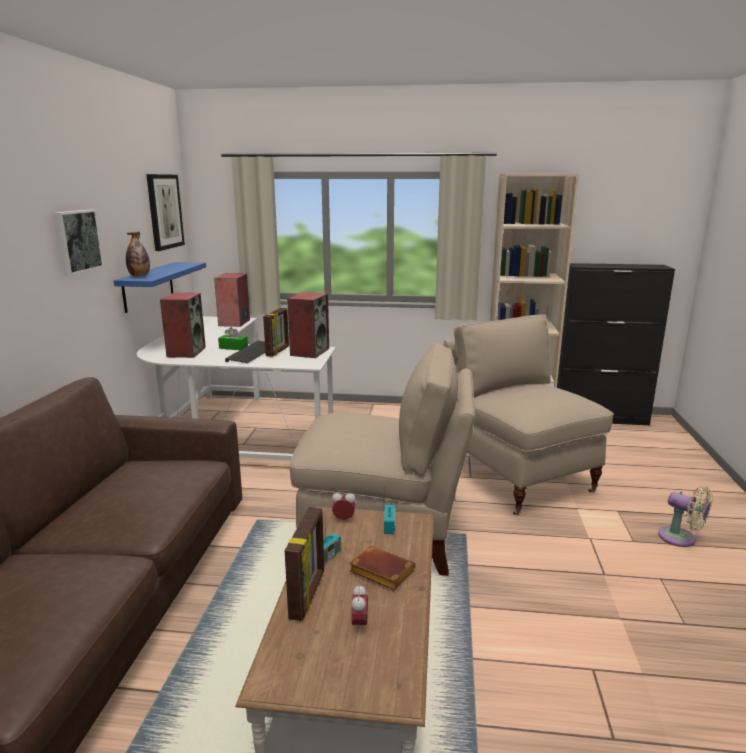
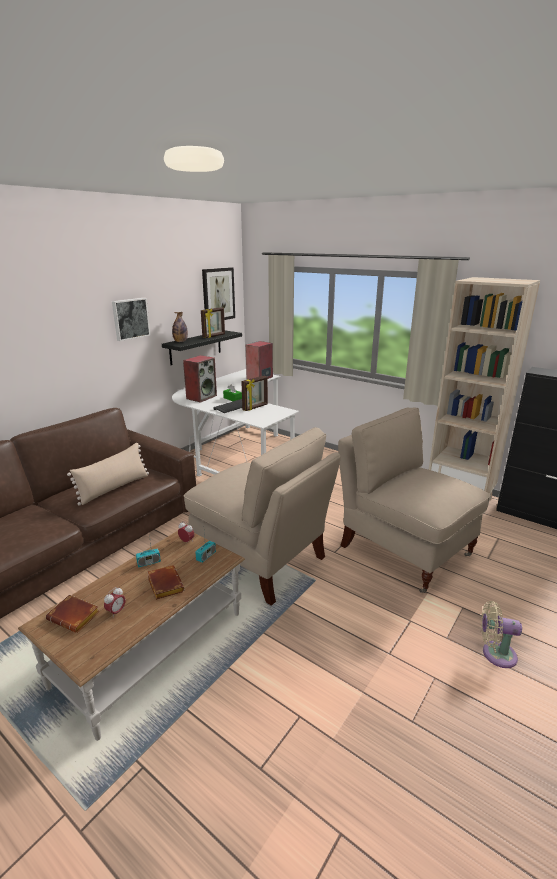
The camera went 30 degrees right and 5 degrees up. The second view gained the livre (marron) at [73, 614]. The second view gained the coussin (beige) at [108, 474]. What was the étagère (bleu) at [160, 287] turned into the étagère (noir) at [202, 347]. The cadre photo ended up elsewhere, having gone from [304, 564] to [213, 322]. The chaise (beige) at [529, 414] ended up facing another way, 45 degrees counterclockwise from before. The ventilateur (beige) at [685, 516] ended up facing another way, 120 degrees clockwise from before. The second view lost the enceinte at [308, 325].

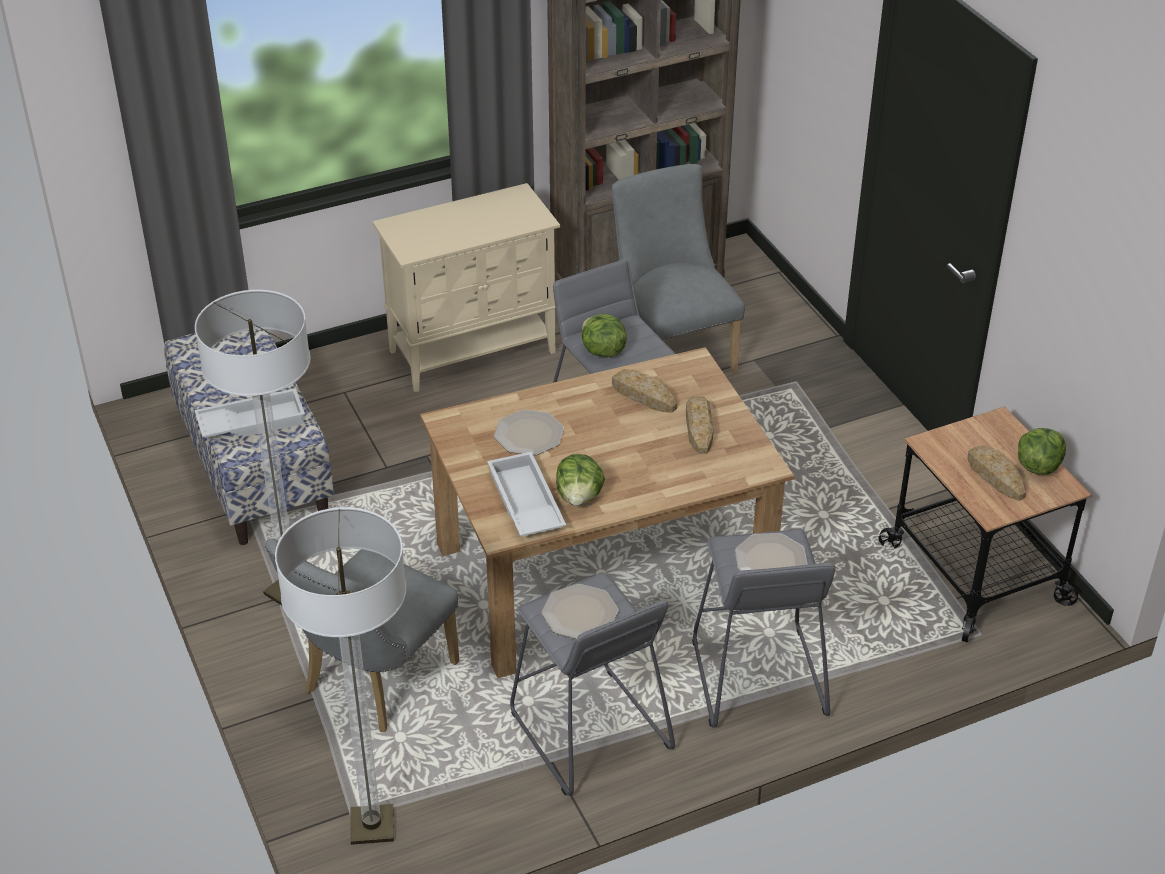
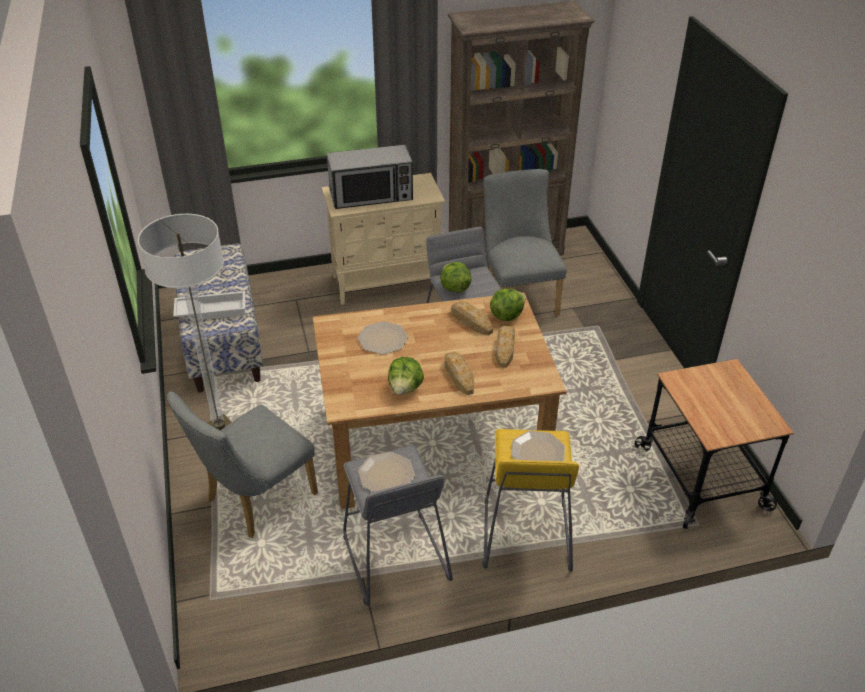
The camera went 10 degrees right and 0 degrees up. The second view gained the micro-ondes at [370, 177]. The pain ended up elsewhere, having gone from [996, 473] to [459, 373]. What was the tabouret (gris) at [763, 628] turned into the tabouret (jaune) at [531, 500]. The laitue ended up elsewhere, having gone from [1042, 451] to [507, 305]. The second view lost the lampadaire at [341, 676]. The second view lost the plateau (blanc) at [526, 494].

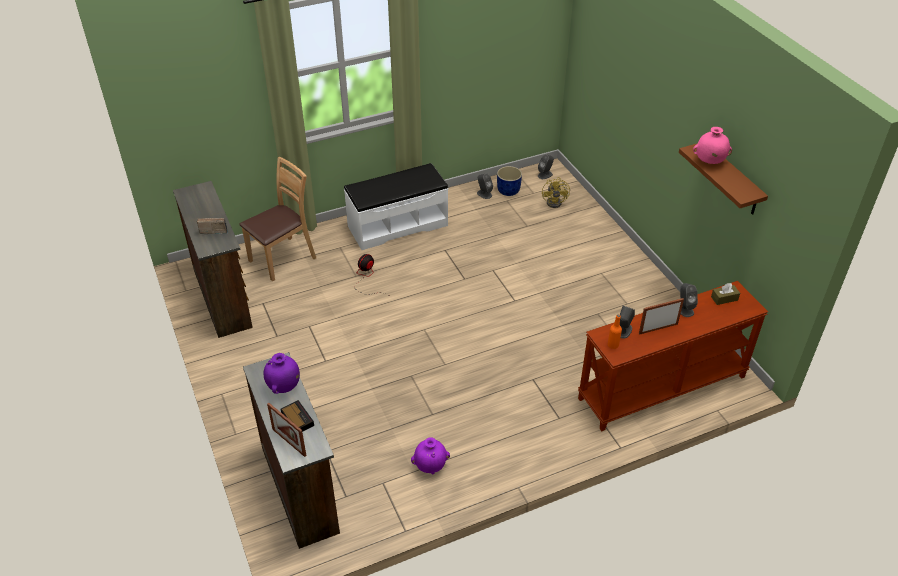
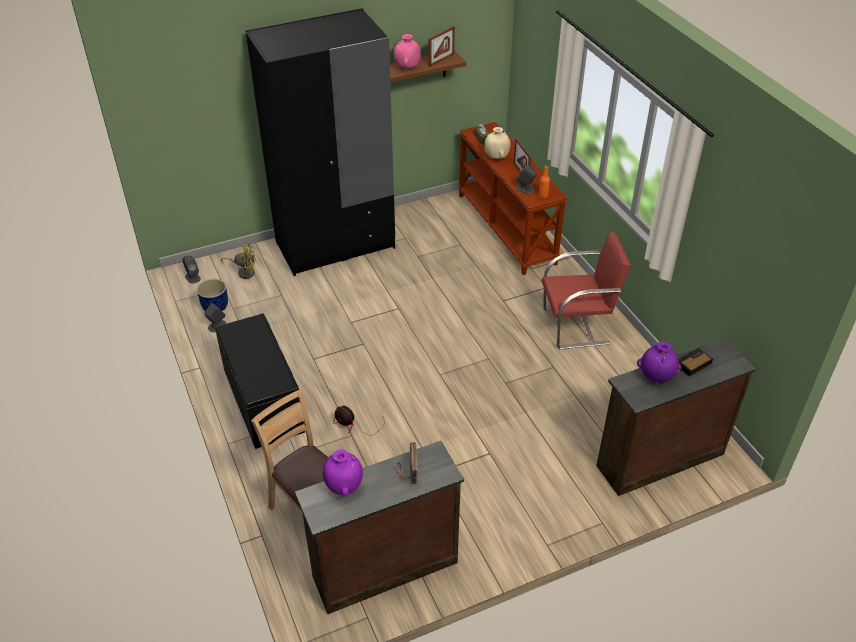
The camera went 90 degrees left and 0 degrees up. What was the banc (blanc) at [396, 206] turned into the banc (noir) at [260, 381]. The second view gained the armoire (noir) at [320, 142]. The vase (violet) ended up elsewhere, having gone from [430, 455] to [343, 473]. The cadre photo ended up elsewhere, having gone from [286, 430] to [442, 46]. Where the enceinte (gris) stood at [689, 300], the vase (beige) came to stand at [497, 143]. The second view gained the chaise (rouge) at [586, 290].

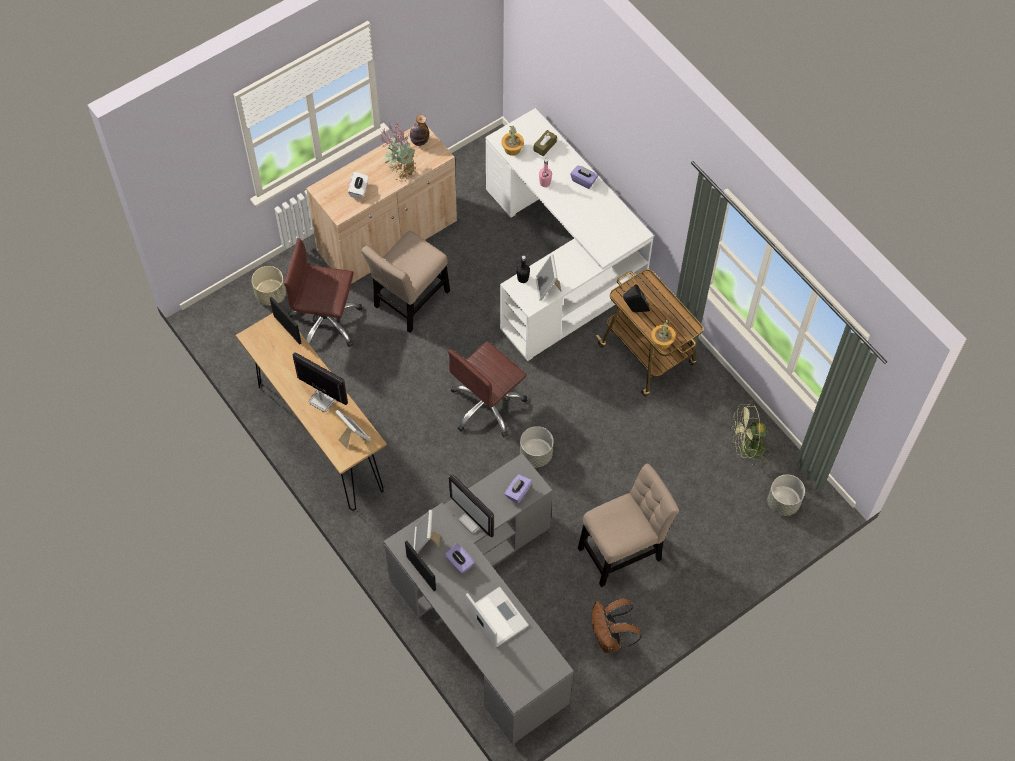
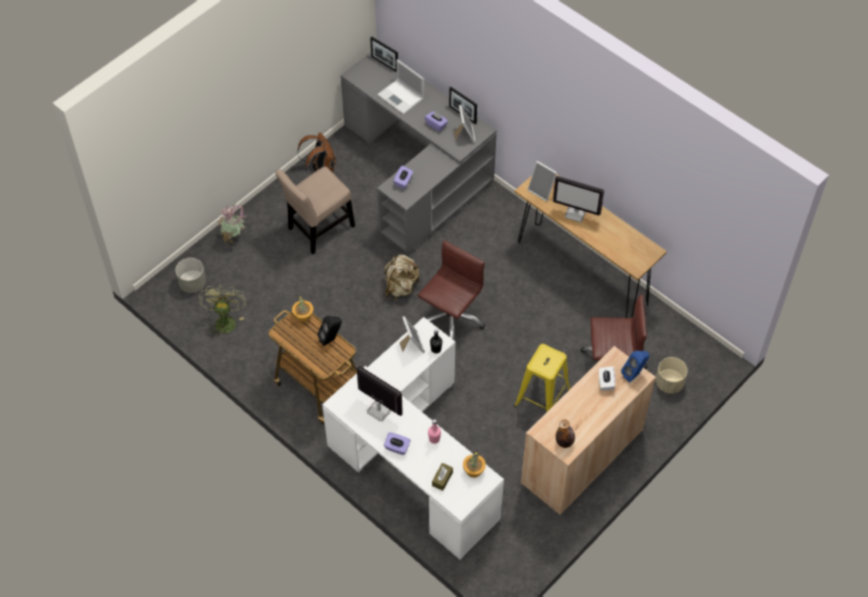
The camera went 170 degrees right and 5 degrees down. The ventilateur (vert) at [752, 435] ended up facing another way, 75 degrees counterclockwise from before. The plante en pot ended up elsewhere, having gone from [397, 151] to [232, 224]. The écran d'ordinateur ended up elsewhere, having gone from [471, 505] to [379, 393]. The cadre photo ended up elsewhere, having gone from [285, 321] to [384, 54]. Where the cache-pot (gris) stood at [536, 446], the sac à dos (beige) came to stand at [402, 277]. Where the chaise (beige) stood at [405, 282], the tabouret (jaune) came to stand at [542, 377]. The second view gained the enceinte (bleu) at [635, 367].

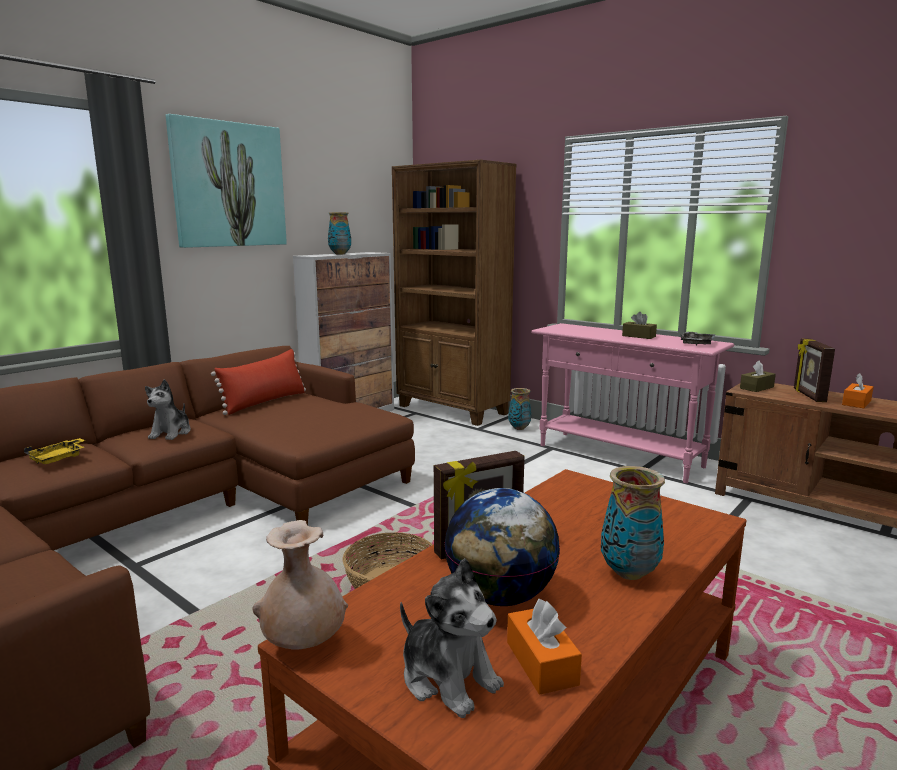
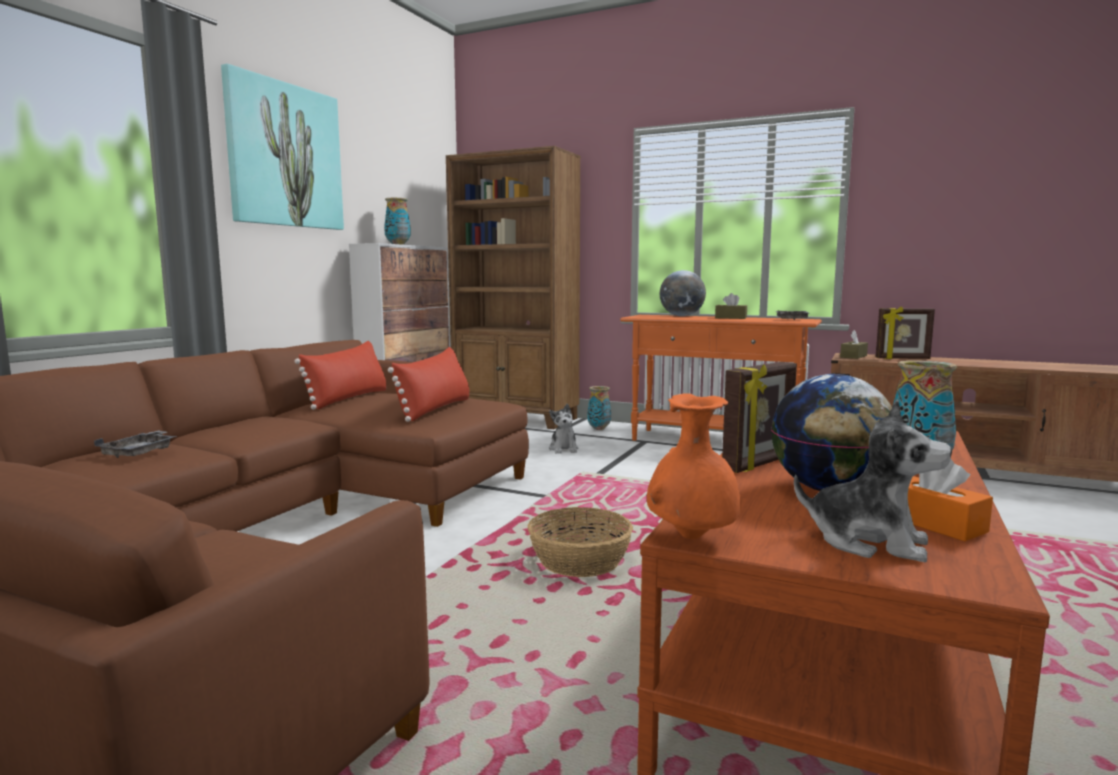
The camera went 15 degrees left and 5 degrees down. What was the plateau (jaune) at [54, 451] turned into the plateau (gris) at [135, 444]. The second view gained the coussin (rouge) at [428, 384]. The peluche ended up elsewhere, having gone from [168, 409] to [564, 429]. What was the table console (rose) at [632, 403] turned into the table console (orange) at [721, 378]. What was the vase (beige) at [300, 585] turned into the vase (orange) at [694, 466]. The second view gained the globe at [683, 293]. The cadre photo at [814, 370] ended up facing another way, 75 degrees counterclockwise from before. The second view lost the boîte à mouchoirs (orange) at [858, 390].

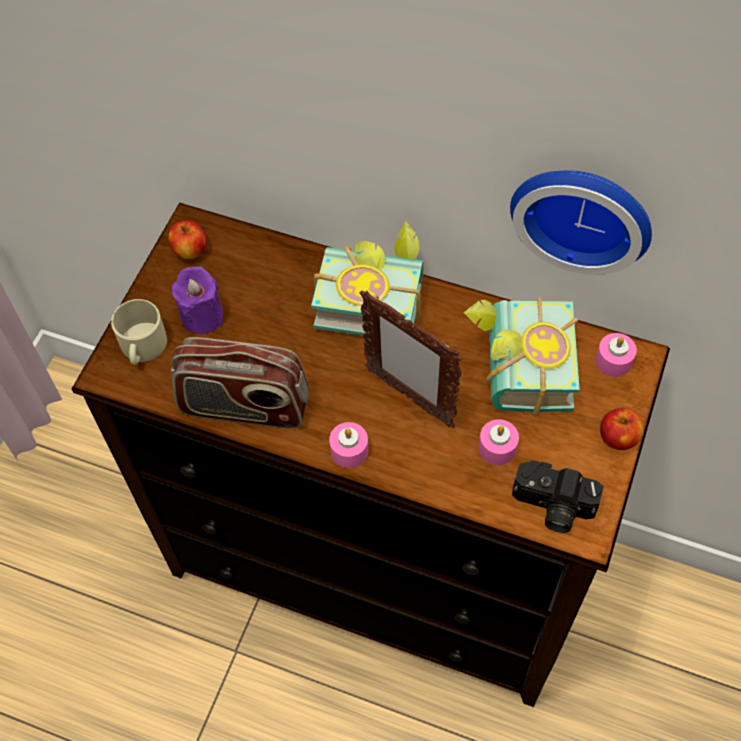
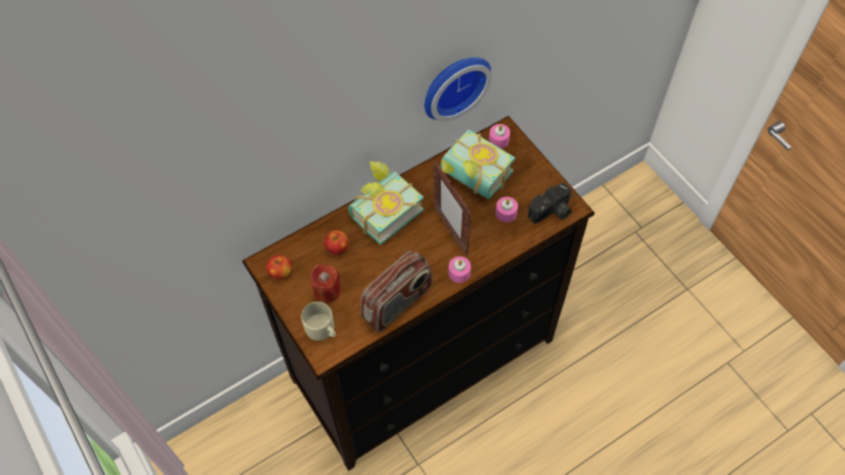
The camera went 55 degrees left and 0 degrees up. What was the bougie (violet) at [197, 300] turned into the bougie (rouge) at [325, 283]. The pomme ended up elsewhere, having gone from [621, 429] to [336, 242]. The cadre photo at [411, 359] ended up facing another way, 75 degrees clockwise from before.

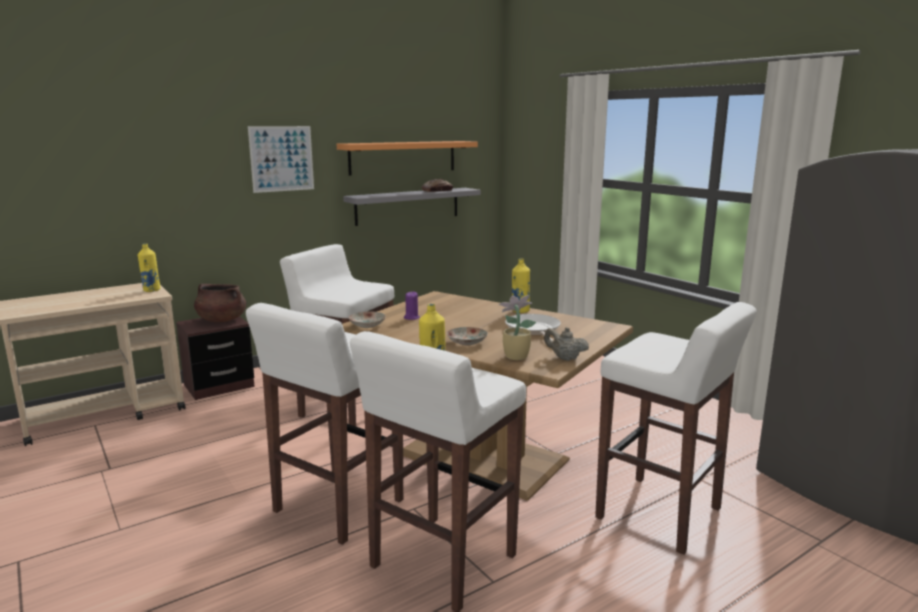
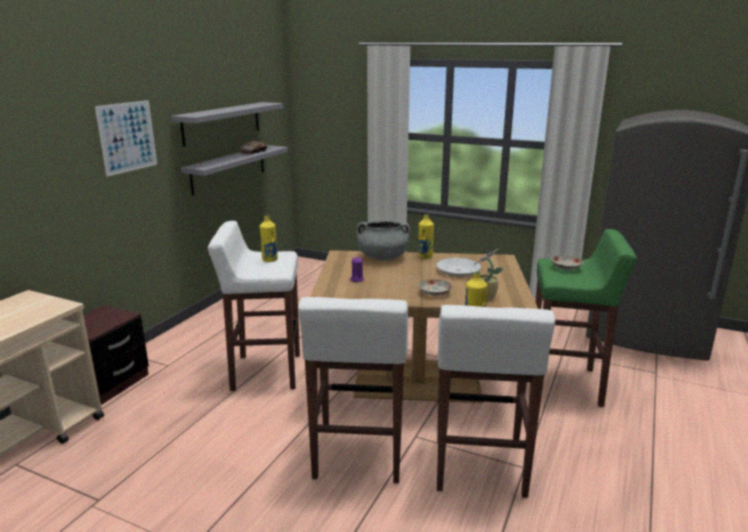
The camera went 30 degrees left and 5 degrees up. What was the étagère (orange) at [407, 158] turned into the étagère (gris) at [227, 124]. The bouteille (jaune) ended up elsewhere, having gone from [149, 267] to [268, 239]. The second view gained the marmite (gris) at [383, 240]. What was the tabouret (blanc) at [676, 428] turned into the tabouret (vert) at [586, 318]. The assiette ended up elsewhere, having gone from [367, 319] to [567, 262]. The second view lost the marmite (marron) at [220, 303]. The second view lost the théière (beige) at [566, 344].

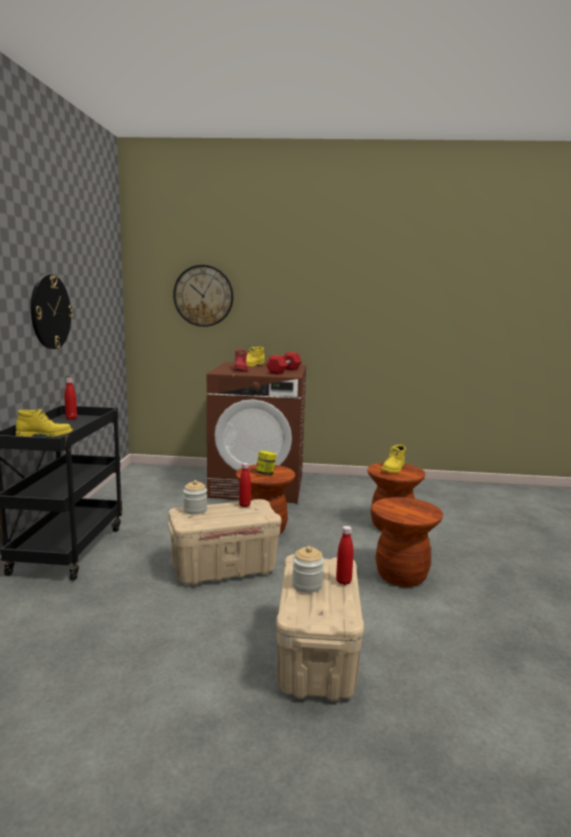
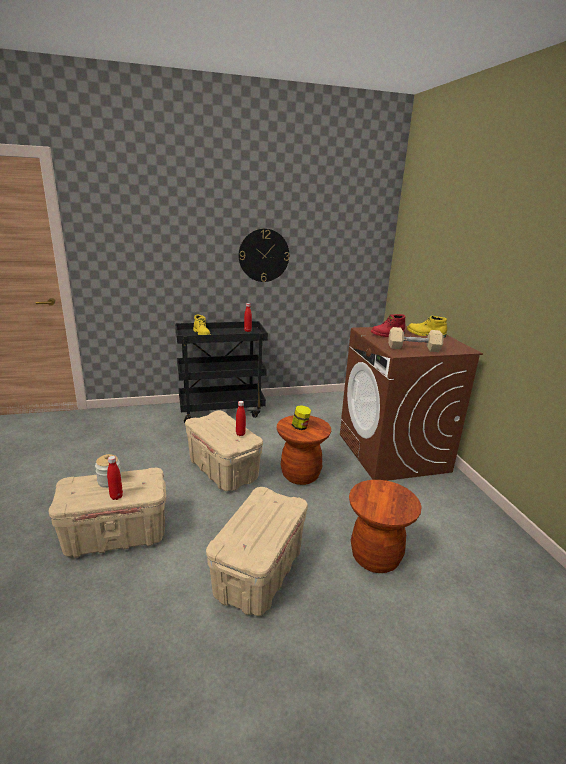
The camera went 70 degrees right and 10 degrees up. Where the tabouret (marron) stood at [407, 542], the boîte de rangement (beige) came to stand at [257, 551]. What was the haltère (rouge) at [284, 363] turned into the haltère (beige) at [416, 339]. The second view lost the horloge murale at [203, 296]. The second view lost the bocal at [195, 497]. The second view lost the botte (jaune) at [393, 459].

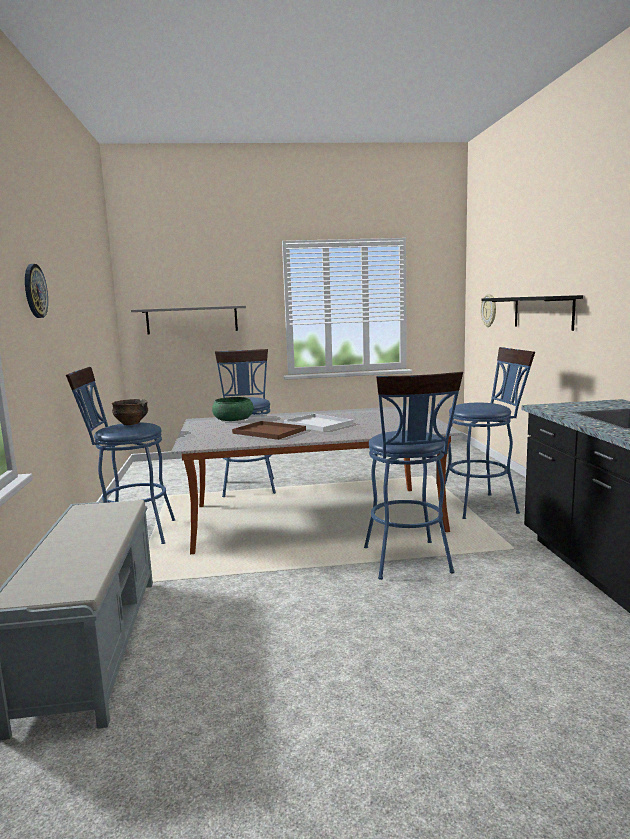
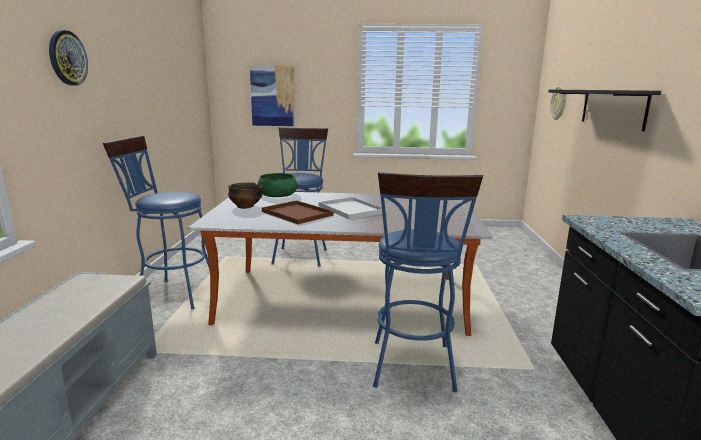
The camera went 10 degrees right and 5 degrees up. The bol ended up elsewhere, having gone from [130, 412] to [245, 195]. Where the étagère (gris) hung at [188, 320], the tableau came to hang at [272, 96]. The second view lost the tabouret (bleu) at [490, 433].

